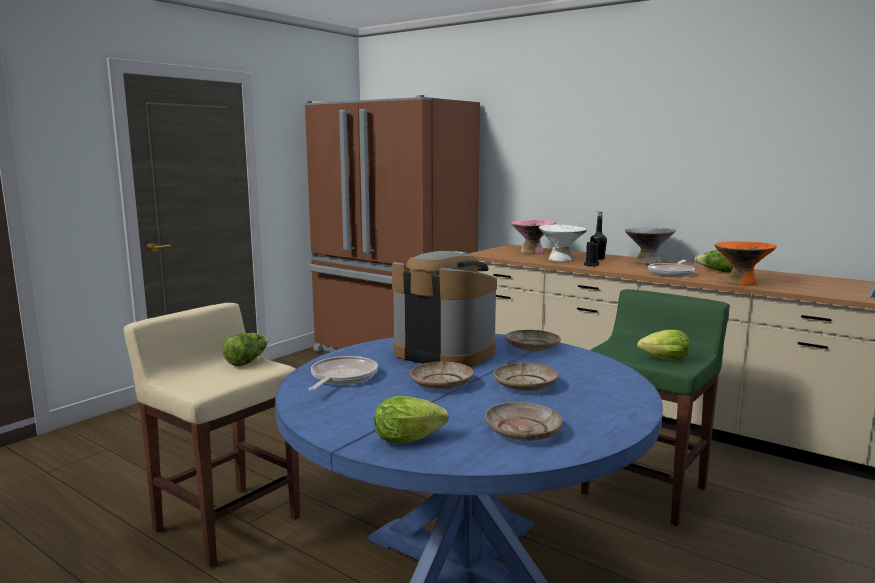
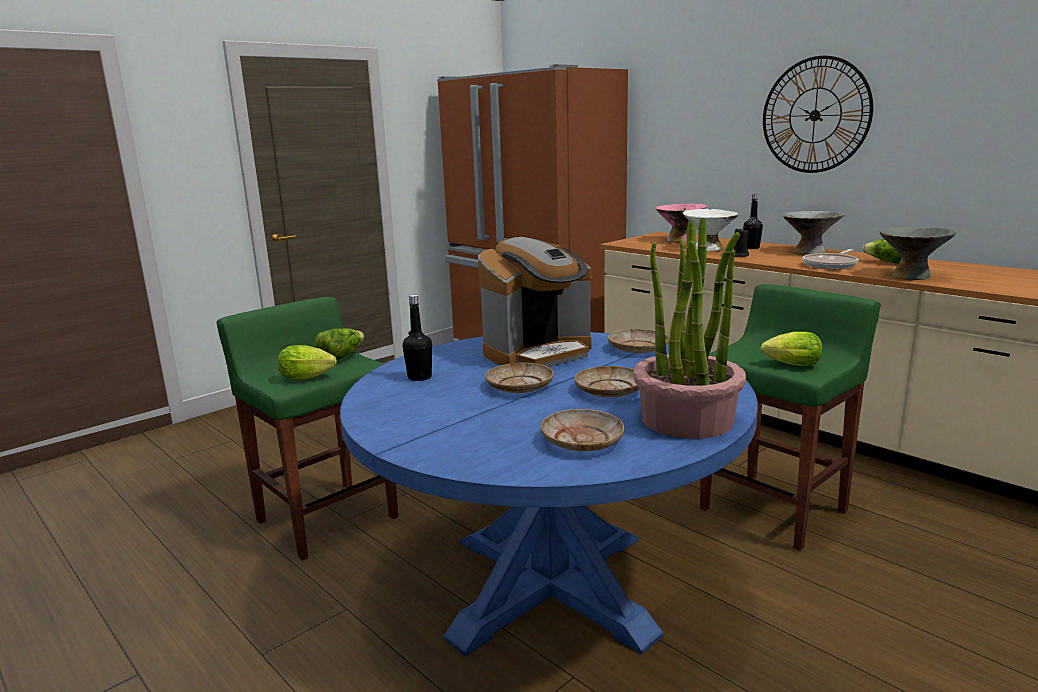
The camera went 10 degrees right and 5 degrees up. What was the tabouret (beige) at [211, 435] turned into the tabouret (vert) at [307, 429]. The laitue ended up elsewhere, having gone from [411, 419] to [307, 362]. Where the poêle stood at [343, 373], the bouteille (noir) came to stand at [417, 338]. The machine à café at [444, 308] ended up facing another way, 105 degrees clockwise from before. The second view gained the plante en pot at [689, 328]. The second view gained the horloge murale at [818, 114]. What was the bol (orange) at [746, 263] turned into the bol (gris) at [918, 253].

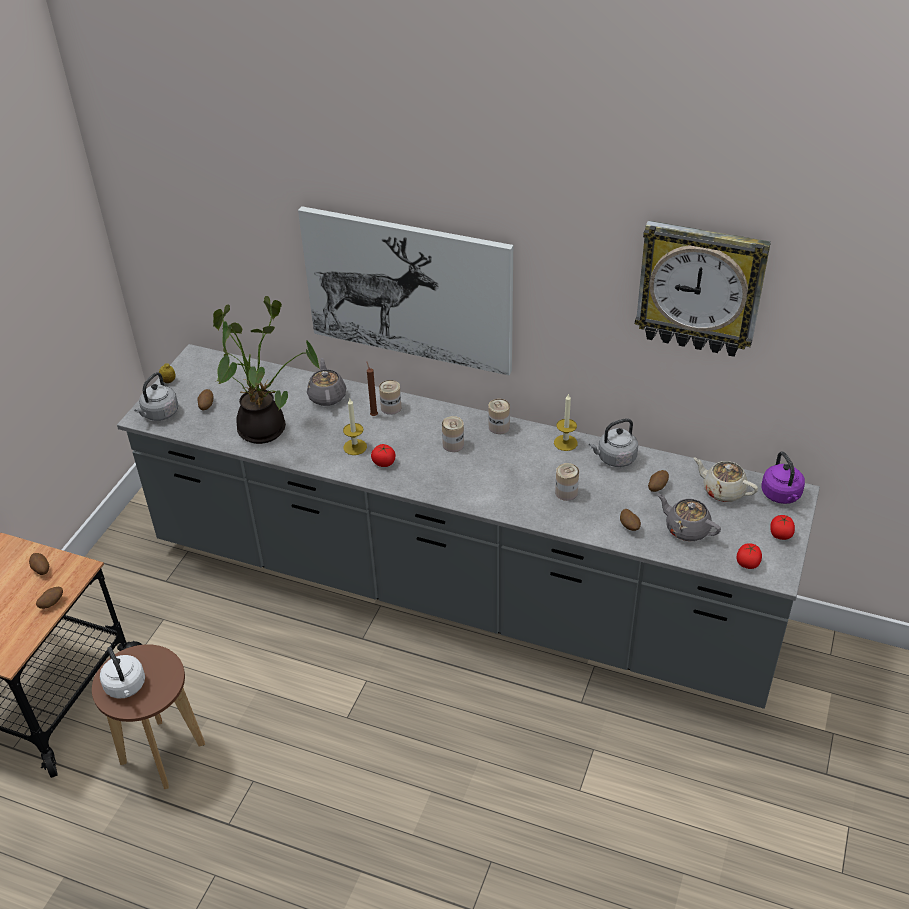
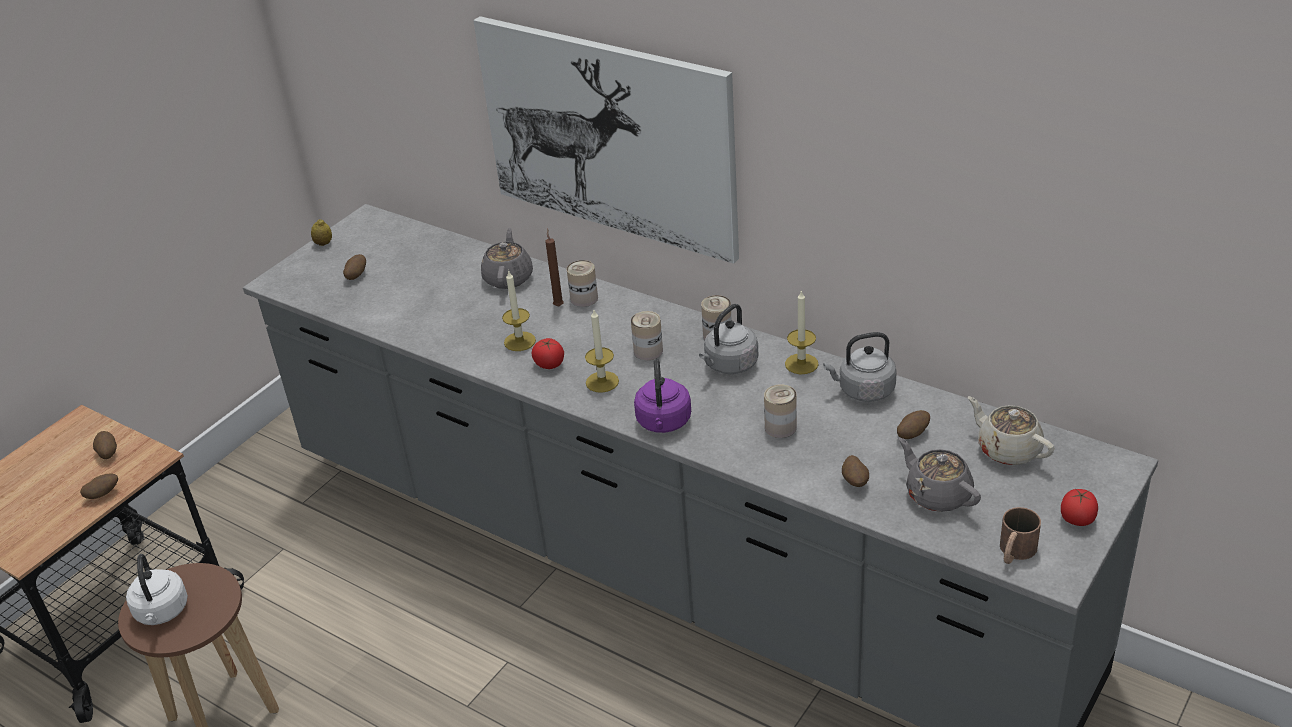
The camera went 15 degrees right and 5 degrees down. The second view gained the bougie at [602, 351]. The bouilloire (violet) ended up elsewhere, having gone from [783, 477] to [662, 396]. The bouilloire (gris) ended up elsewhere, having gone from [156, 396] to [728, 339]. Where the tomate stood at [749, 556], the mug (marron) came to stand at [1020, 535]. The second view lost the plante en pot at [266, 370]. The second view lost the horloge murale at [703, 289].

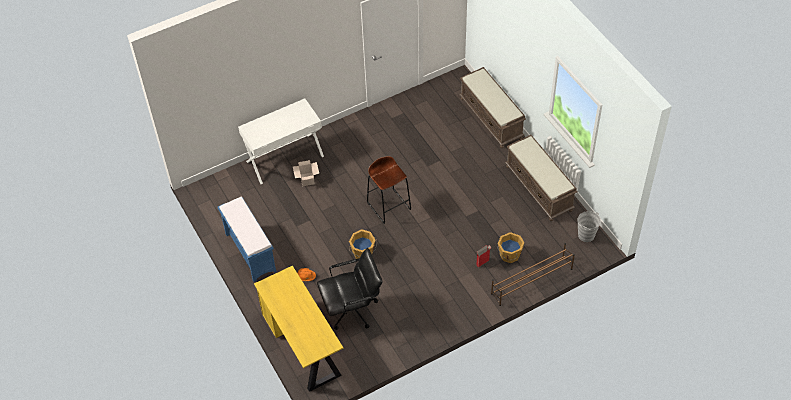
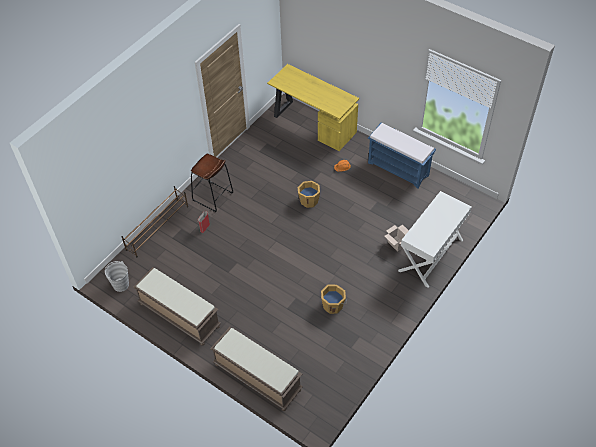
The camera went 155 degrees right and 0 degrees up. The tabouret (marron) ended up elsewhere, having gone from [389, 190] to [212, 183]. The seau (orange) ended up elsewhere, having gone from [511, 247] to [334, 299]. The second view lost the chaise de bureau (noir) at [350, 289].

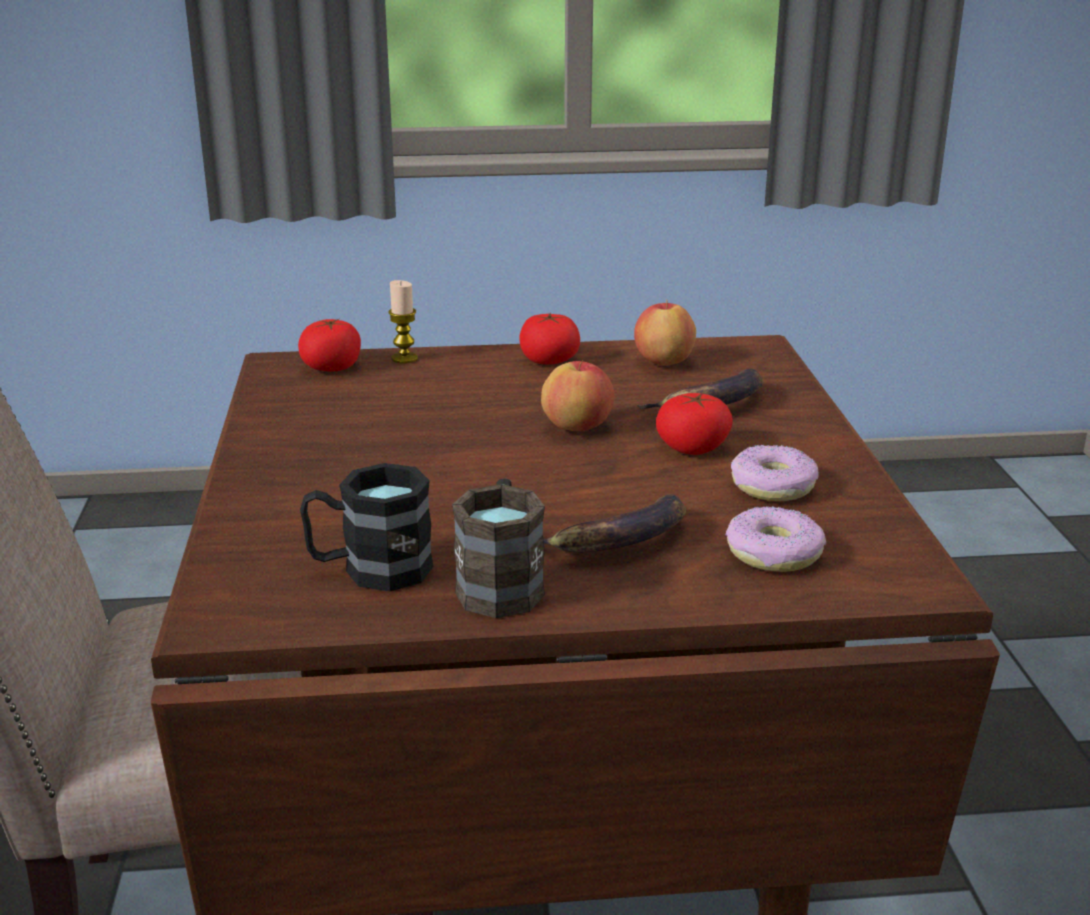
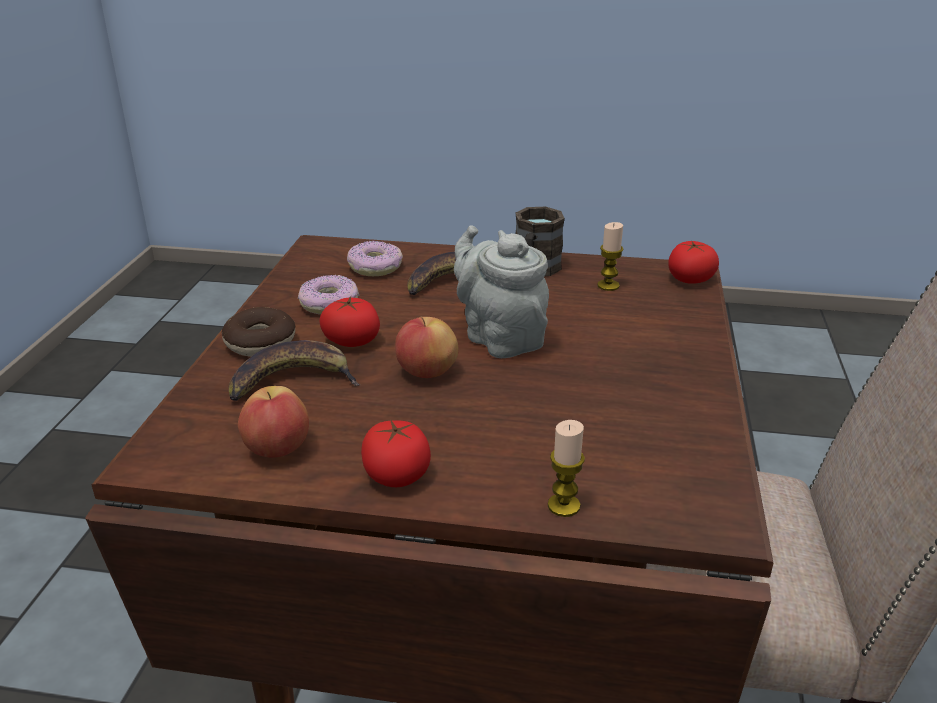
The camera went 165 degrees left and 5 degrees up. The second view gained the beignet at [258, 332]. The second view gained the théière (gris) at [501, 291]. Where the mug (noir) stood at [366, 527], the bougie came to stand at [610, 256]. The tomate ended up elsewhere, having gone from [329, 345] to [693, 262].

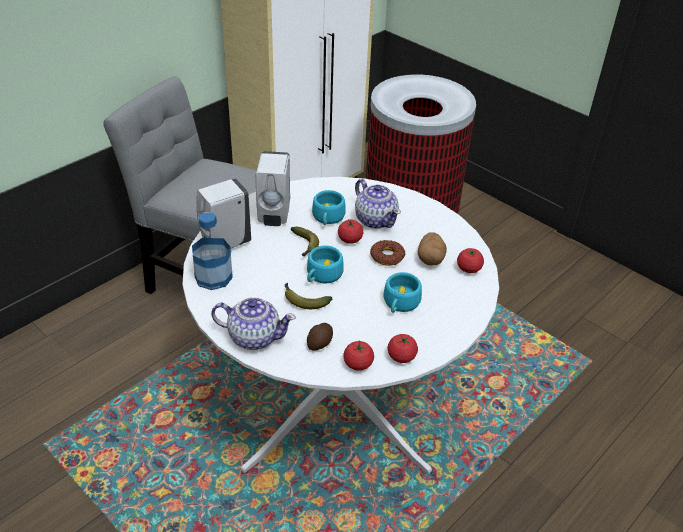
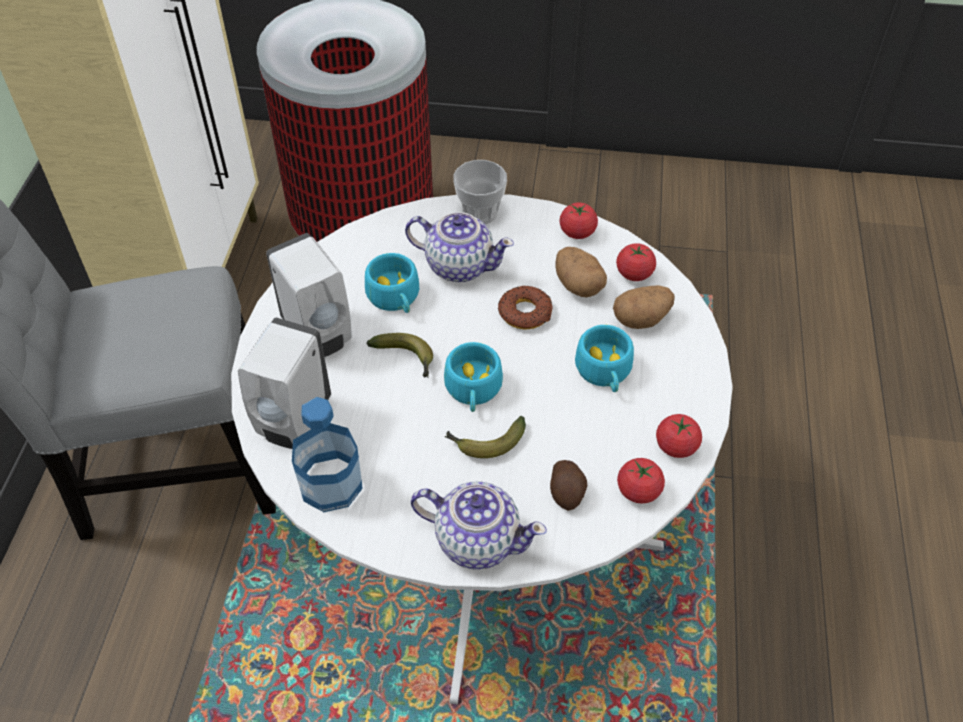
The camera went 35 degrees left and 10 degrees up. The théière at [253, 323] ended up facing another way, 45 degrees clockwise from before. The second view gained the tasse at [480, 192]. The tomate ended up elsewhere, having gone from [350, 231] to [579, 221]. The second view gained the pomme de terre at [644, 307].

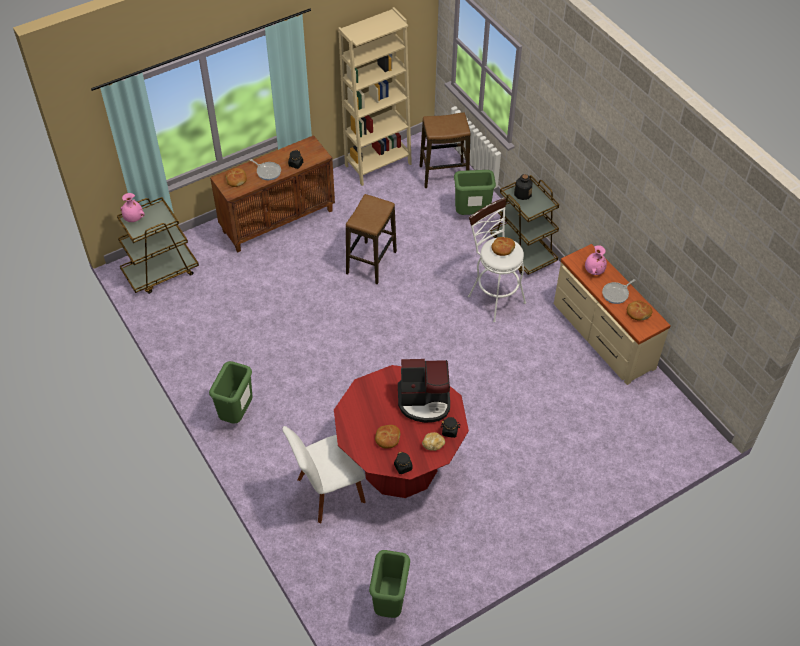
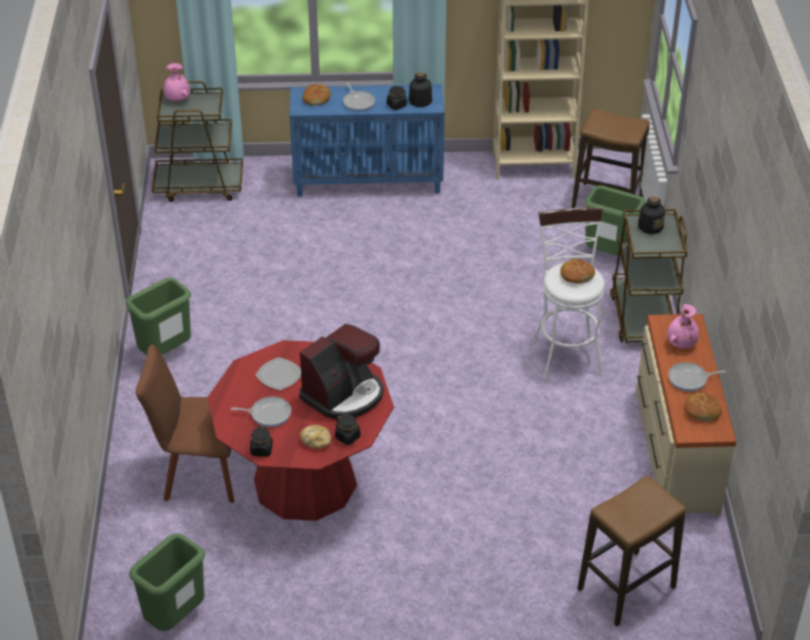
The camera went 30 degrees right and 10 degrees down. What was the chaise (blanc) at [324, 474] turned into the chaise (marron) at [184, 423]. Where the pain stood at [387, 437], the poêle came to stand at [261, 412]. The second view gained the assiette at [278, 373]. What was the meuble de rangement (marron) at [272, 193] turned into the meuble de rangement (bleu) at [367, 140]. The machine à café at [424, 391] ended up facing another way, 75 degrees counterclockwise from before. The second view gained the bouteille at [420, 89]. The tabouret ended up elsewhere, having gone from [371, 239] to [631, 550].

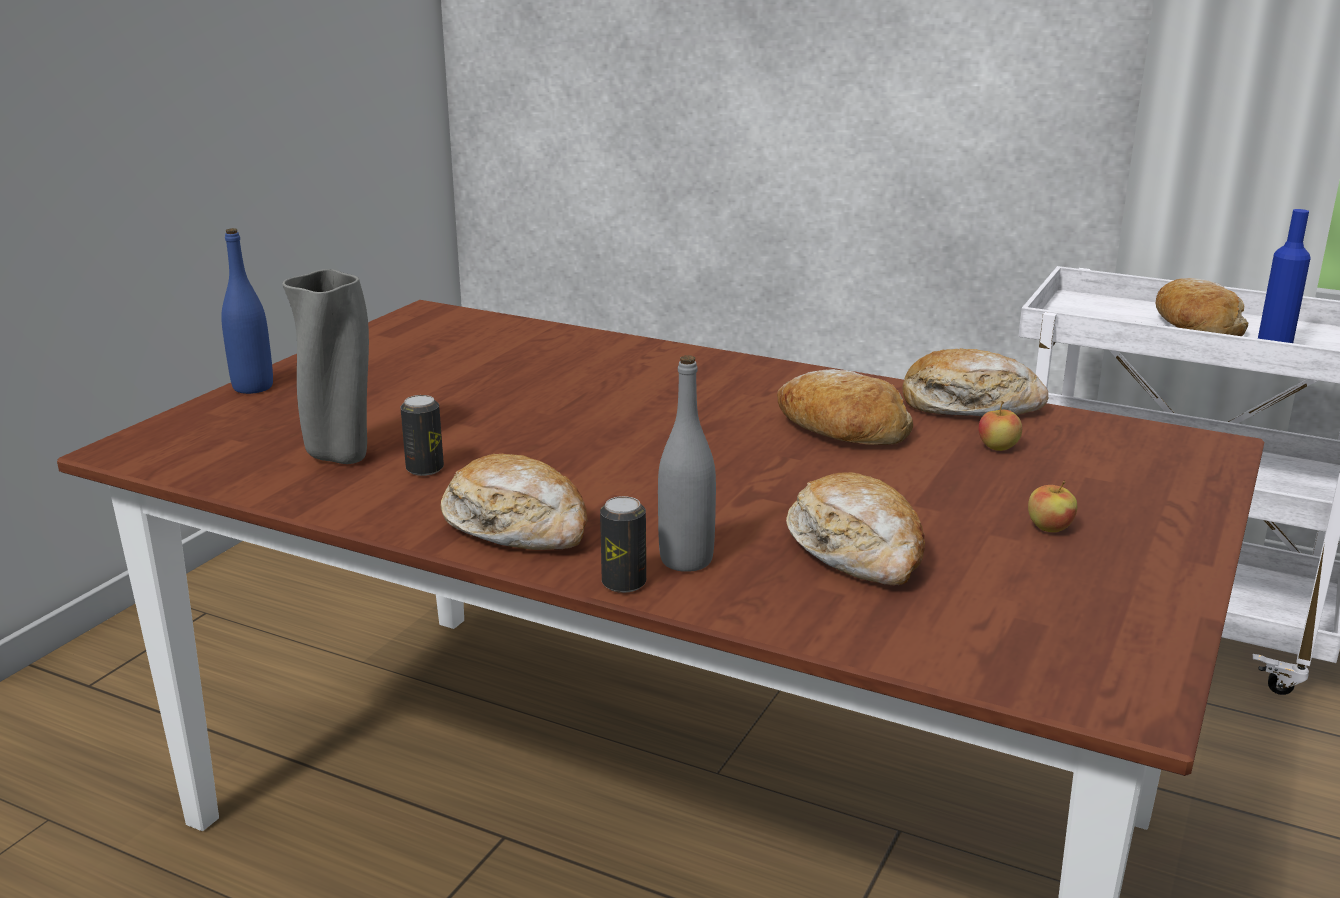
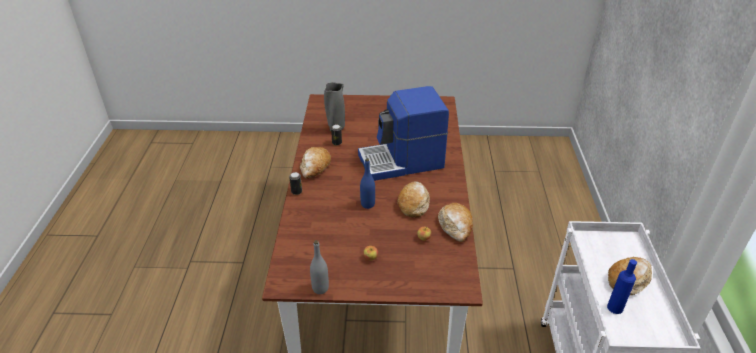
The camera went 65 degrees right and 15 degrees up. The bouteille (gris) ended up elsewhere, having gone from [687, 463] to [319, 267]. The second view gained the machine à café at [403, 133]. The bouteille (bleu) ended up elsewhere, having gone from [247, 311] to [367, 184]. The second view lost the pain at [855, 528].

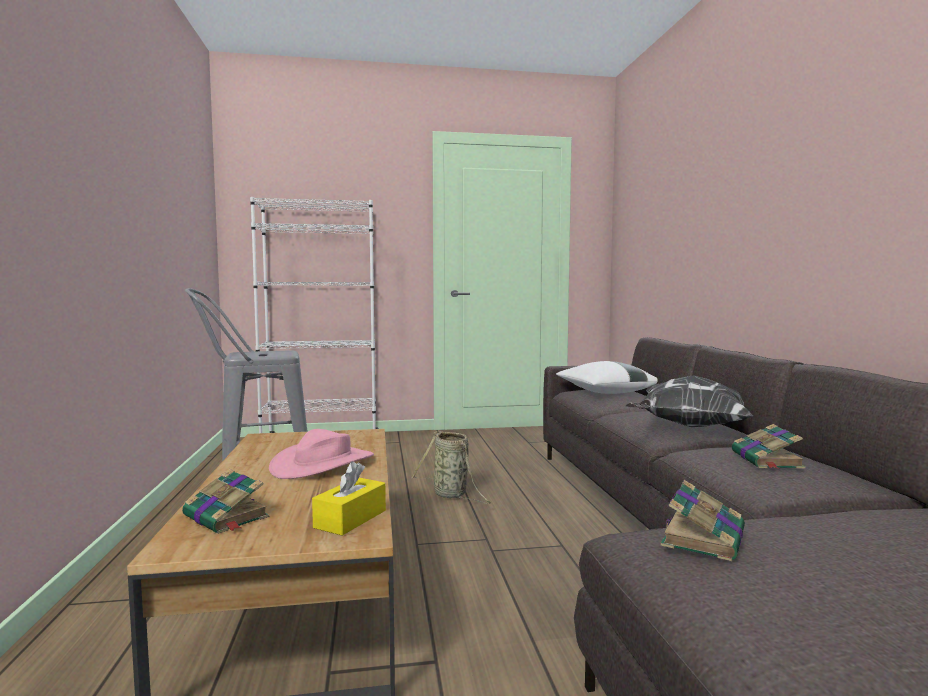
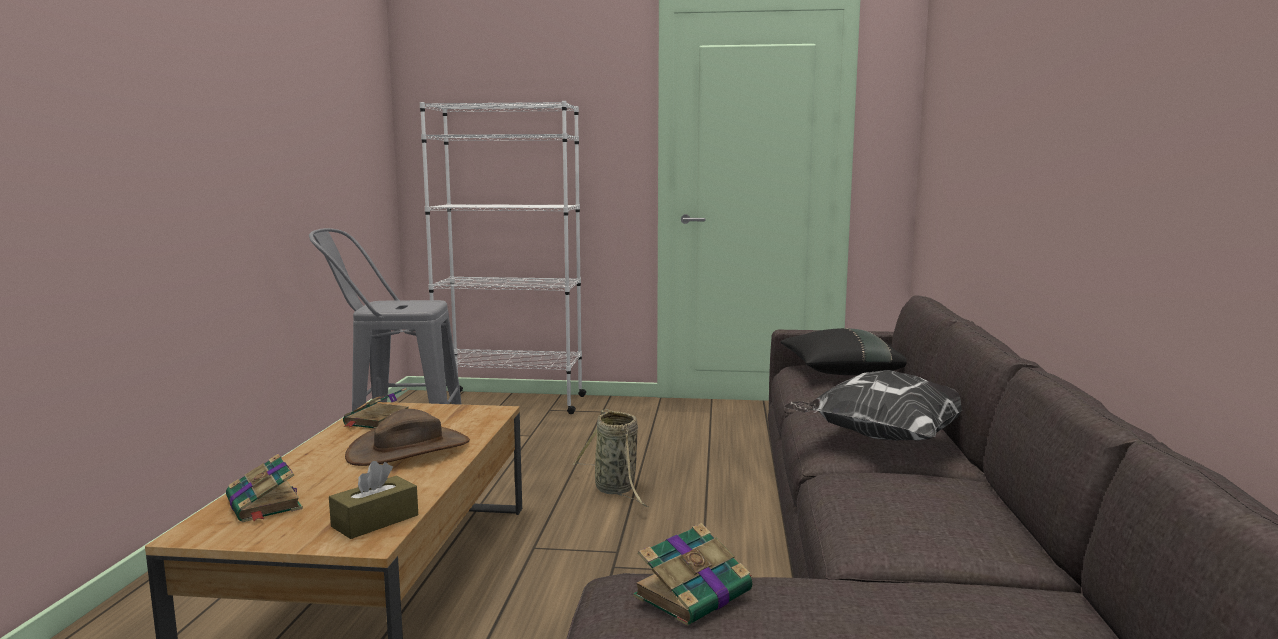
The camera went 15 degrees right and 5 degrees up. What was the boîte à mouchoirs (jaune) at [349, 498] turned into the boîte à mouchoirs (marron) at [373, 500]. The livre ended up elsewhere, having gone from [769, 446] to [375, 408]. What was the chapeau (rose) at [321, 454] turned into the chapeau (marron) at [407, 437]. What was the coussin (blanc) at [607, 377] turned into the coussin (noir) at [844, 351].

